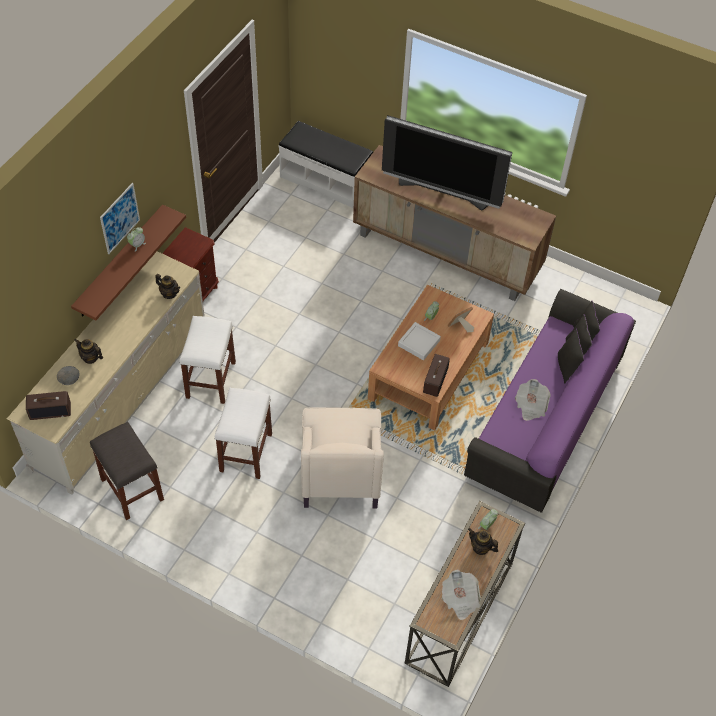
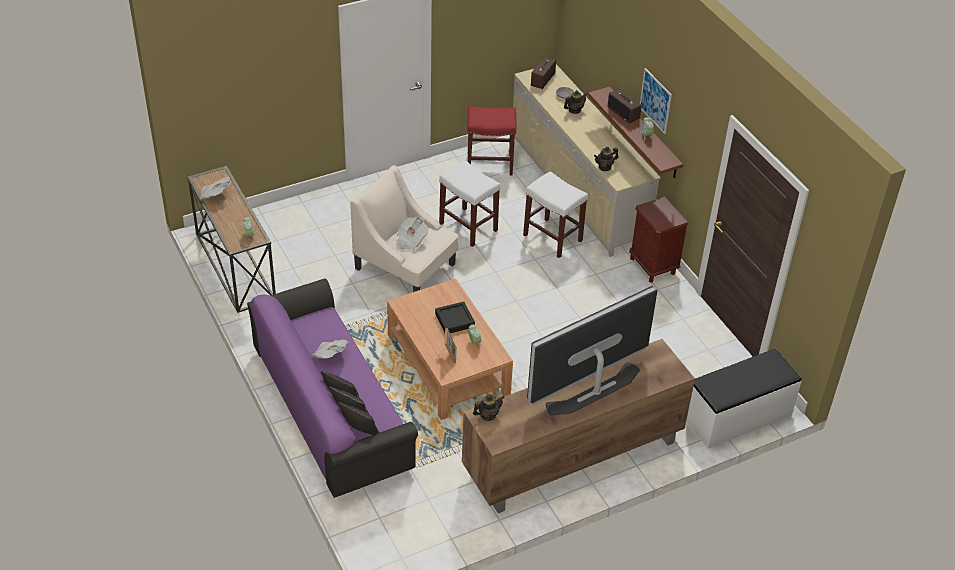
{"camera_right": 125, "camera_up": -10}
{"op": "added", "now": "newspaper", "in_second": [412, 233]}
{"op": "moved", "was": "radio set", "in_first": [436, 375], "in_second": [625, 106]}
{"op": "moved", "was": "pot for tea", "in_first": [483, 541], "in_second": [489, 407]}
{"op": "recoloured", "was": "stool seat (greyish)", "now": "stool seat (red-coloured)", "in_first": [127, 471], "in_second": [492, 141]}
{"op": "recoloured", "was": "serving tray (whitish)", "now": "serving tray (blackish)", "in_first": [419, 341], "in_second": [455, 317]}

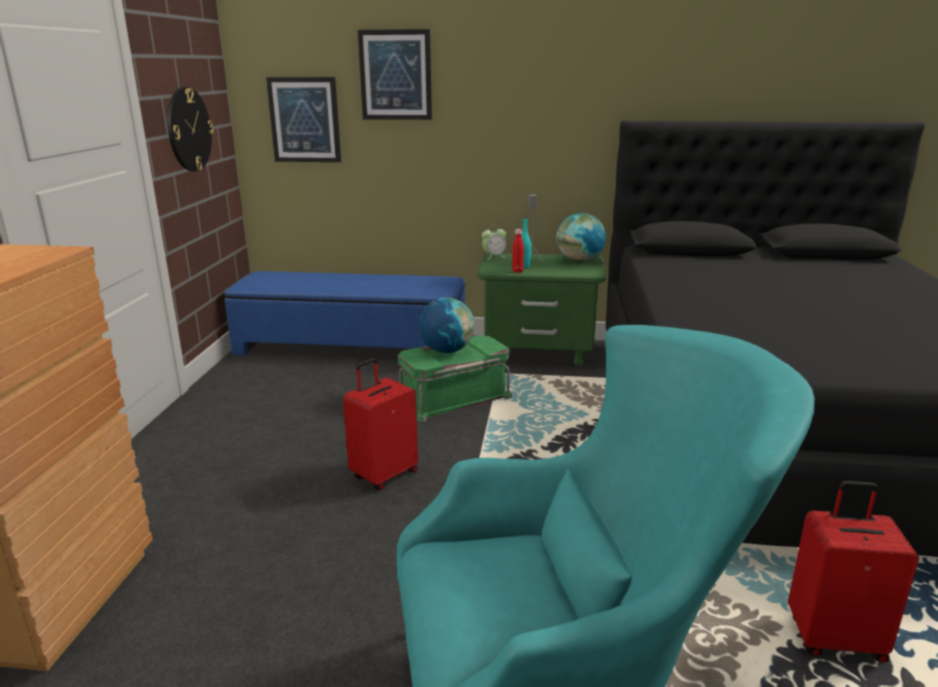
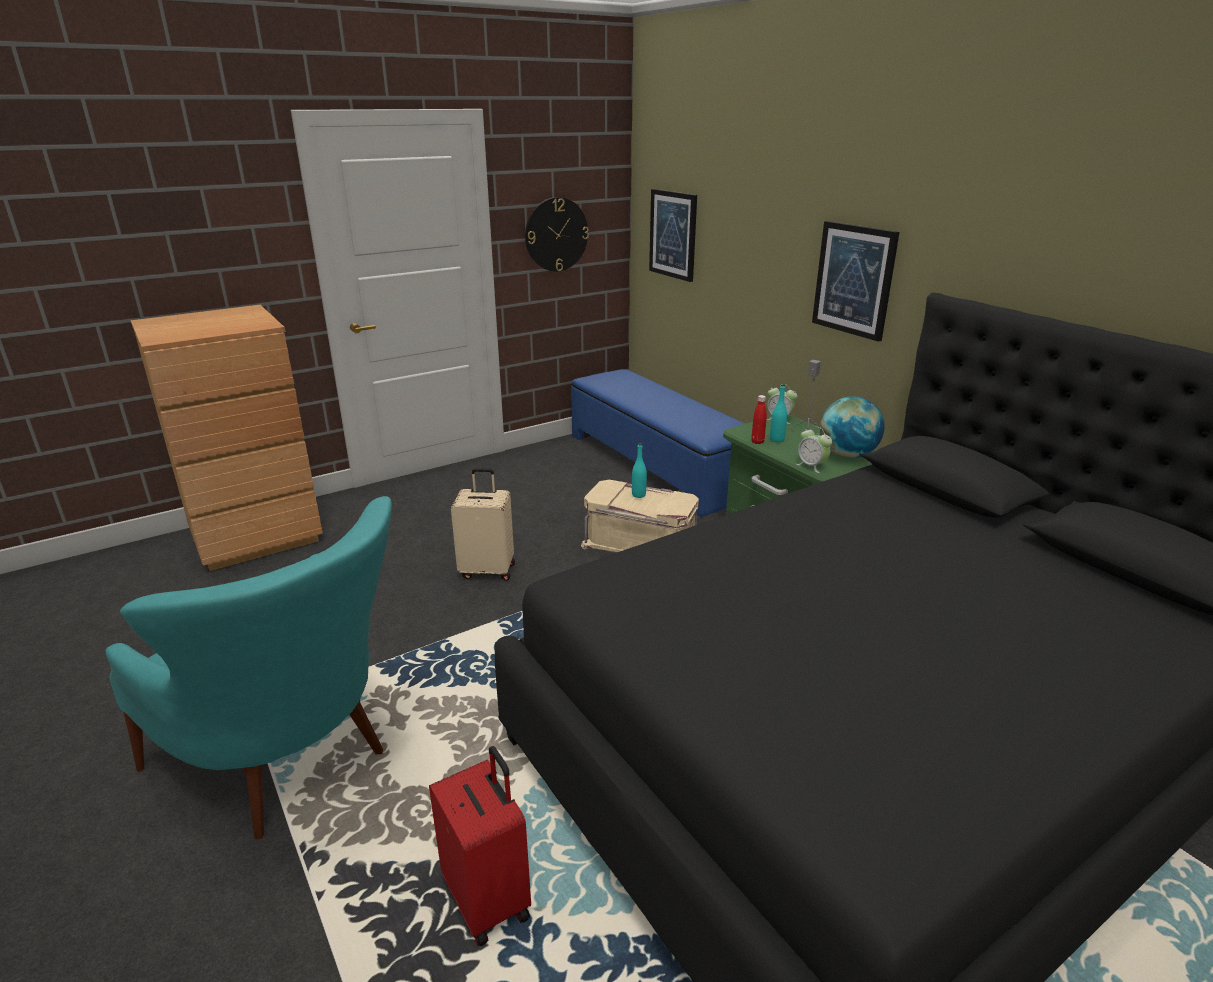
{"camera_right": 50, "camera_up": 5}
{"op": "added", "now": "table clock", "in_second": [814, 449]}
{"op": "moved", "was": "wall picture", "in_first": [395, 74], "in_second": [855, 281]}
{"op": "replaced", "was": "globe", "now": "bottle (turquoise-coloured)", "in_first": [446, 325], "in_second": [639, 470]}
{"op": "recoloured", "was": "suitcase (red-coloured)", "now": "suitcase (beige)", "in_first": [380, 424], "in_second": [483, 524]}
{"op": "recoloured", "was": "storage container (greenish)", "now": "storage container (beige)", "in_first": [455, 378], "in_second": [640, 516]}

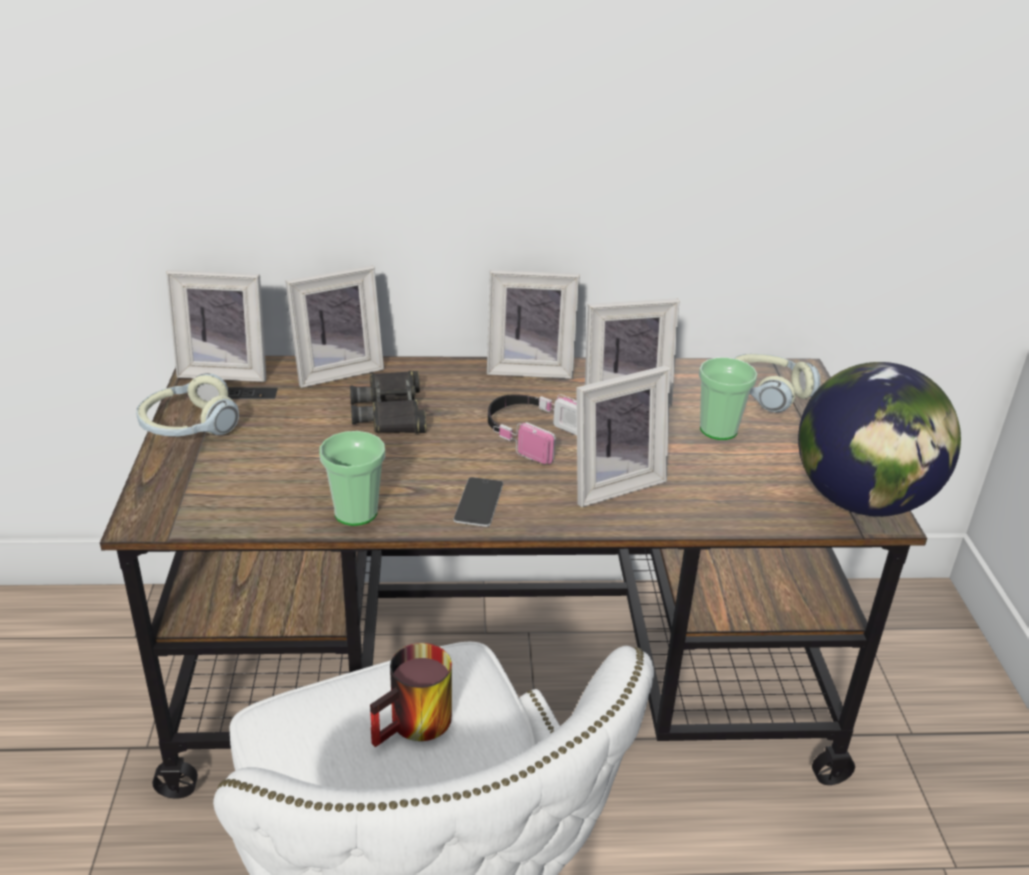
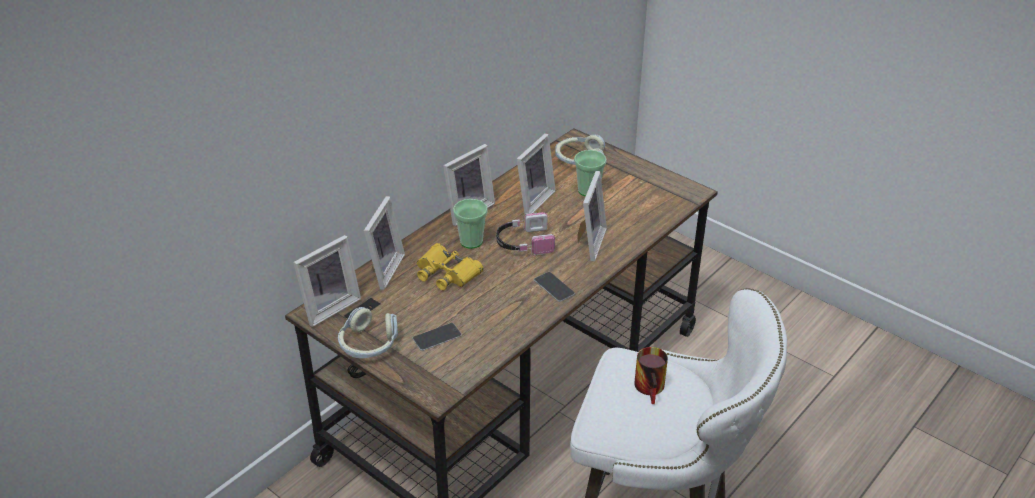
{"camera_right": -45, "camera_up": 5}
{"op": "removed", "was": "globe", "in_first": [879, 439]}
{"op": "added", "now": "telephone", "in_second": [437, 337]}
{"op": "moved", "was": "cup", "in_first": [352, 478], "in_second": [470, 224]}
{"op": "recoloured", "was": "field glasses (blackish)", "now": "field glasses (yellow)", "in_first": [388, 402], "in_second": [450, 266]}

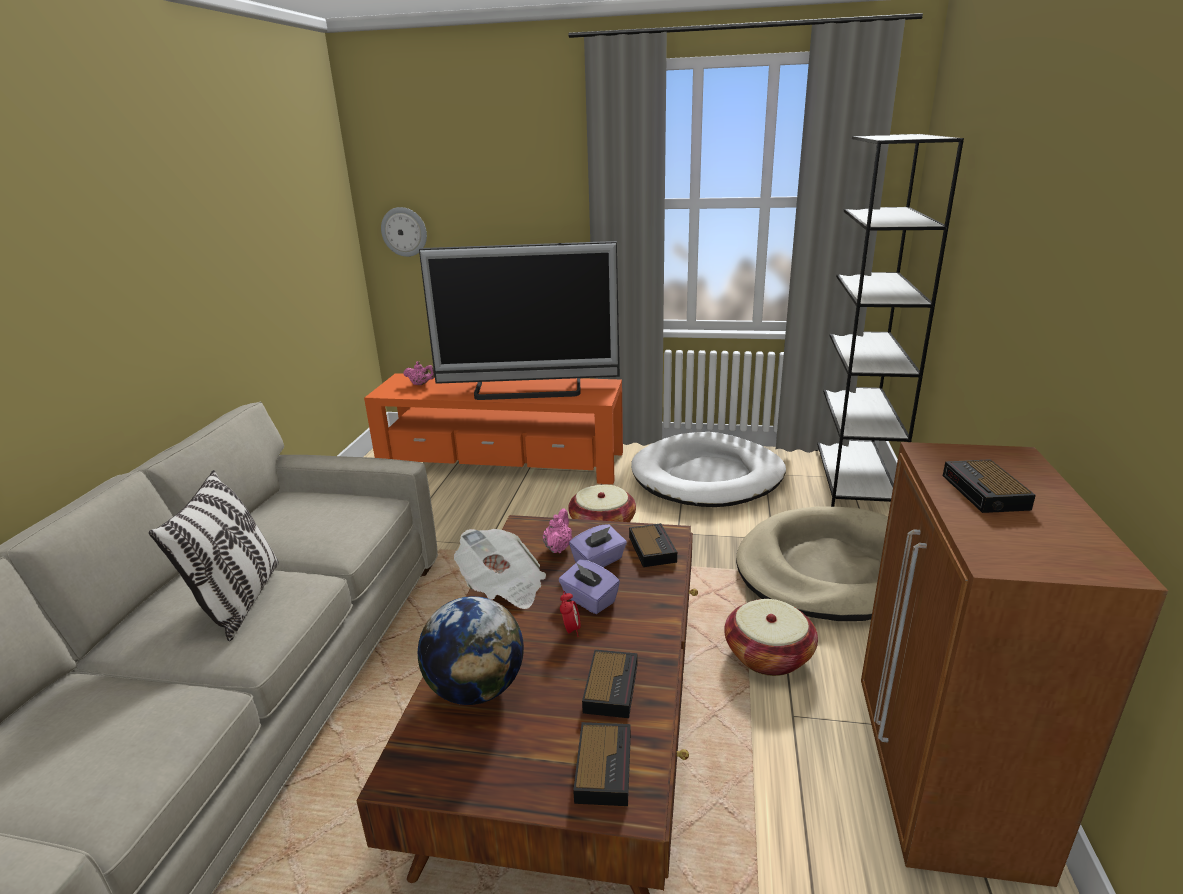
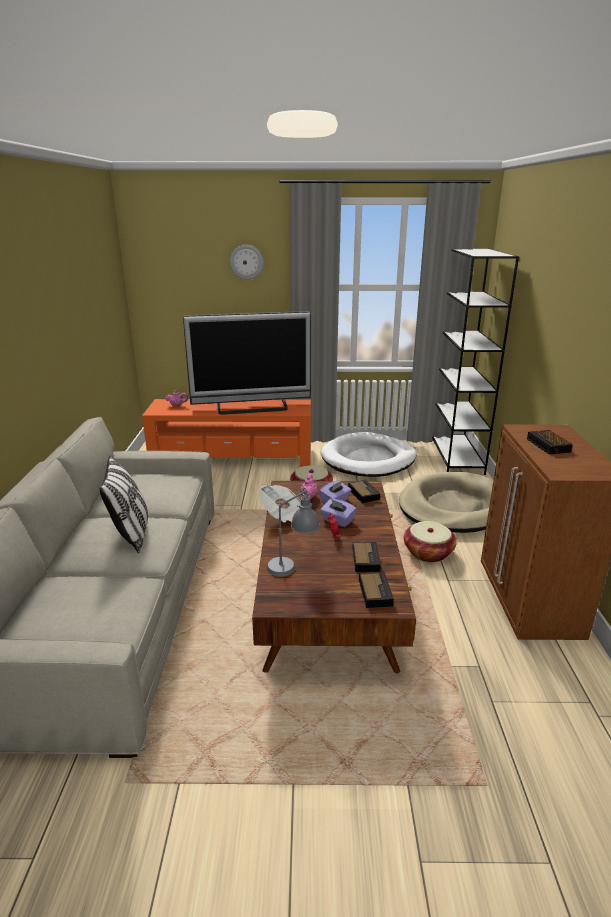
{"camera_right": -10, "camera_up": 0}
{"op": "moved", "was": "clock on the wall", "in_first": [404, 232], "in_second": [246, 262]}
{"op": "replaced", "was": "globe", "now": "table lamp (greyish)", "in_first": [471, 650], "in_second": [293, 532]}

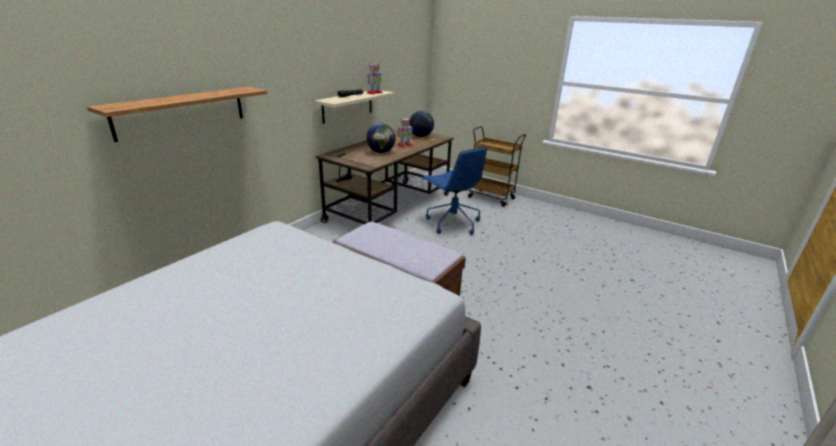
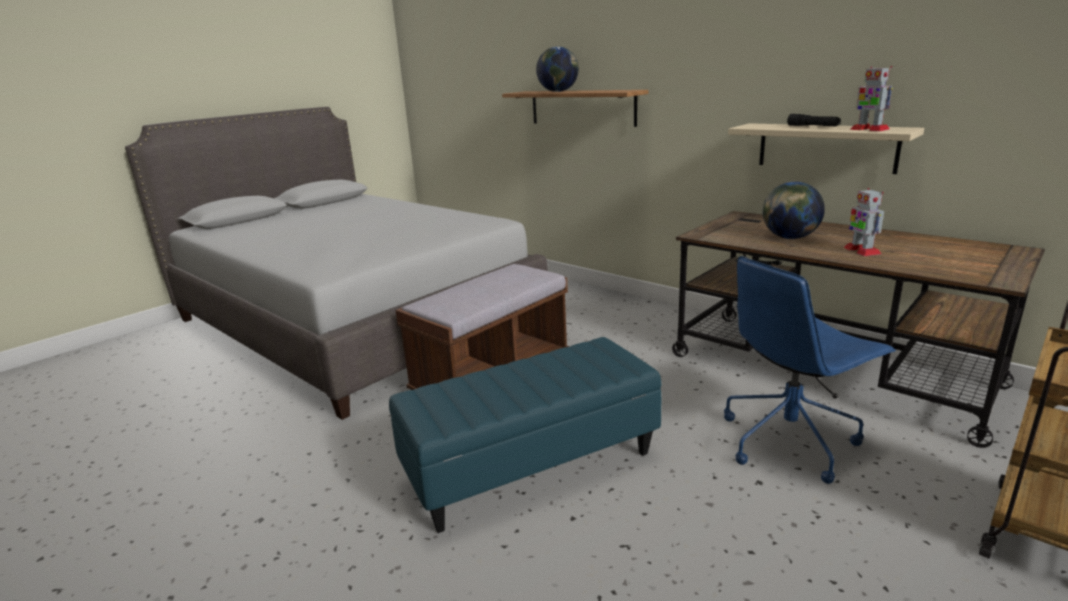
{"camera_right": 100, "camera_up": -5}
{"op": "added", "now": "pouffe (blue)", "in_second": [525, 435]}
{"op": "moved", "was": "globe", "in_first": [421, 124], "in_second": [557, 69]}

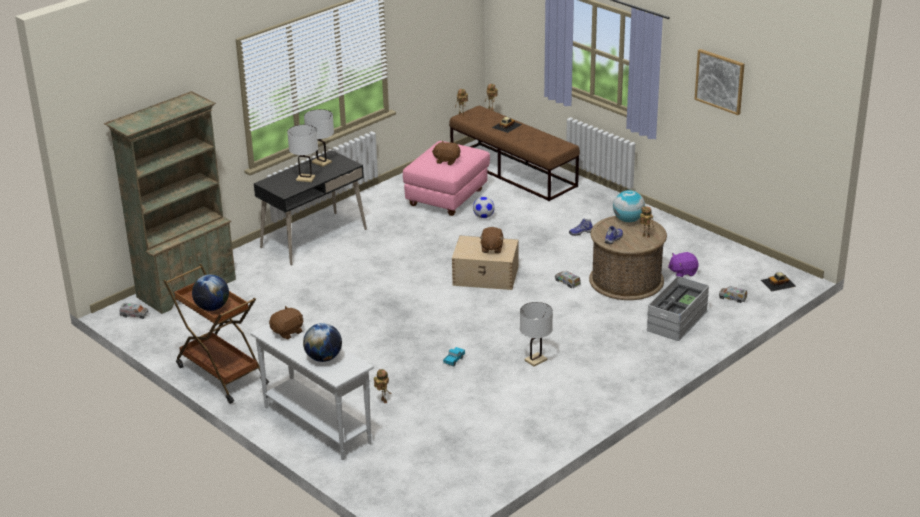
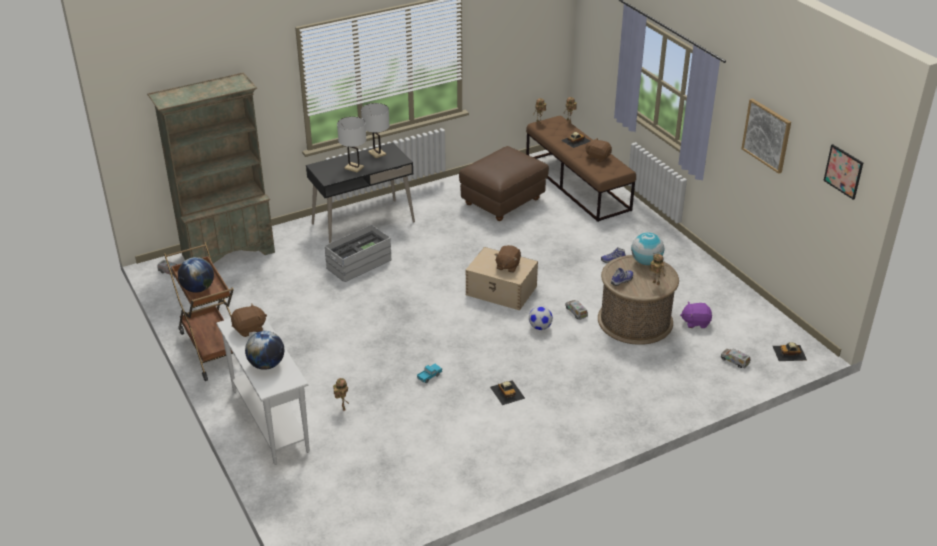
{"camera_right": 15, "camera_up": 5}
{"op": "added", "now": "wall picture", "in_second": [843, 172]}
{"op": "moved", "was": "cuddly toy (brown)", "in_first": [446, 153], "in_second": [598, 150]}
{"op": "moved", "was": "football ball", "in_first": [484, 207], "in_second": [541, 318]}
{"op": "moved", "was": "storage container (greyish)", "in_first": [678, 308], "in_second": [358, 253]}
{"op": "replaced", "was": "table lamp (whitish)", "now": "model car", "in_first": [536, 334], "in_second": [507, 392]}
{"op": "recoloured", "was": "pouffe (pink-coloured)", "now": "pouffe (brown)", "in_first": [446, 178], "in_second": [504, 183]}

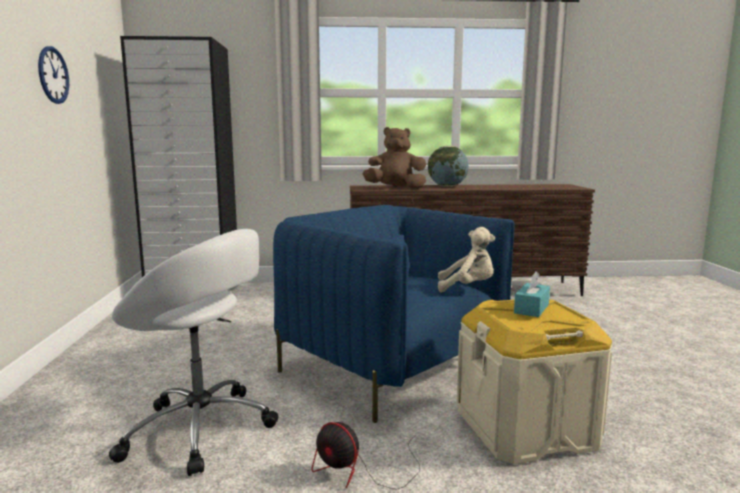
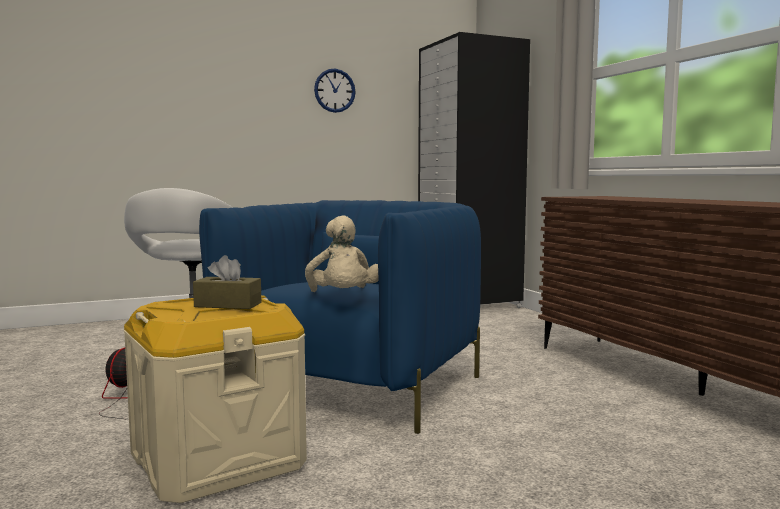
{"camera_right": 70, "camera_up": -5}
{"op": "removed", "was": "cuddly toy (brown)", "in_first": [394, 157]}
{"op": "removed", "was": "globe", "in_first": [448, 166]}
{"op": "recoloured", "was": "tissue box (turquoise-coloured)", "now": "tissue box (brown)", "in_first": [532, 294], "in_second": [227, 282]}

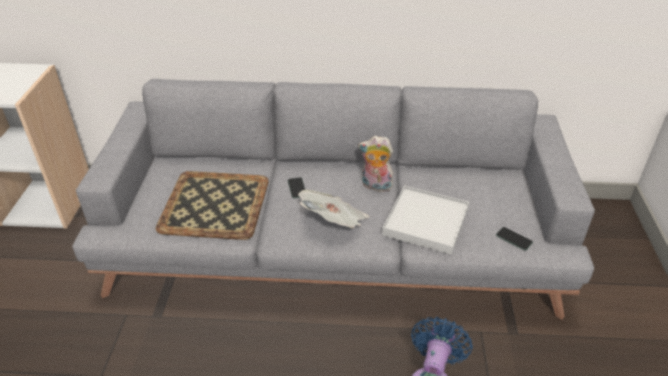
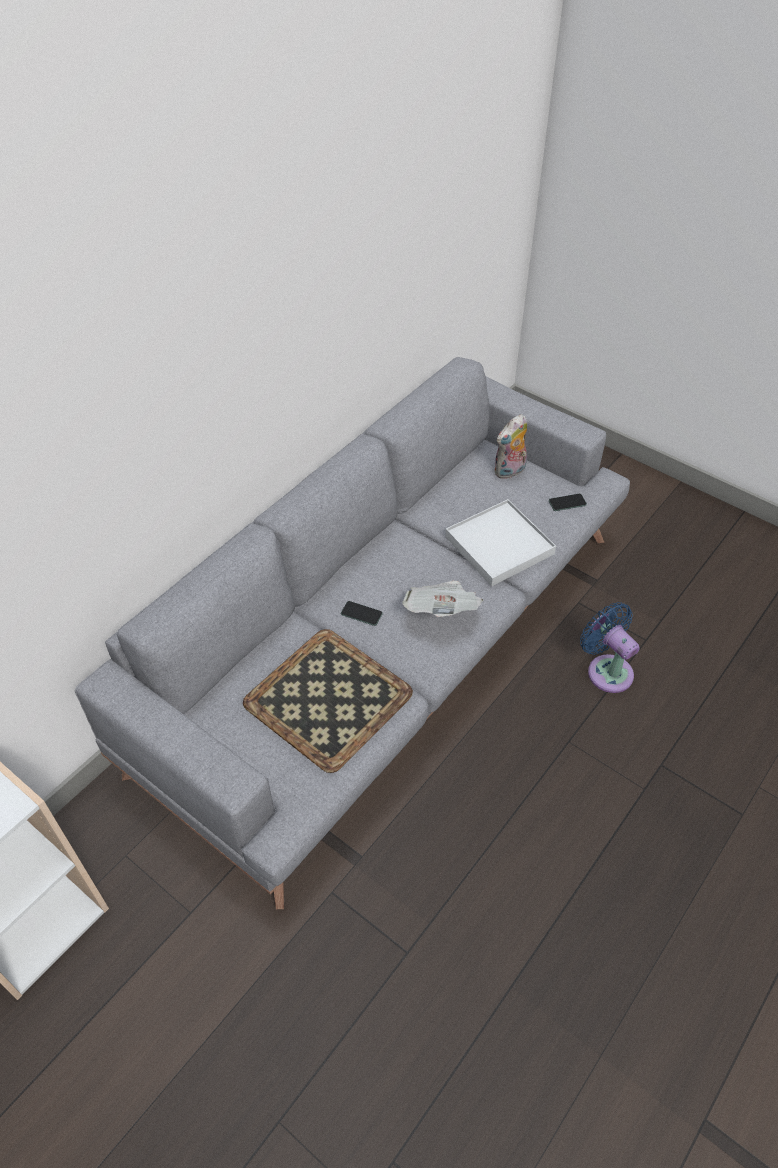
{"camera_right": -55, "camera_up": 10}
{"op": "moved", "was": "cuddly toy", "in_first": [375, 165], "in_second": [510, 446]}

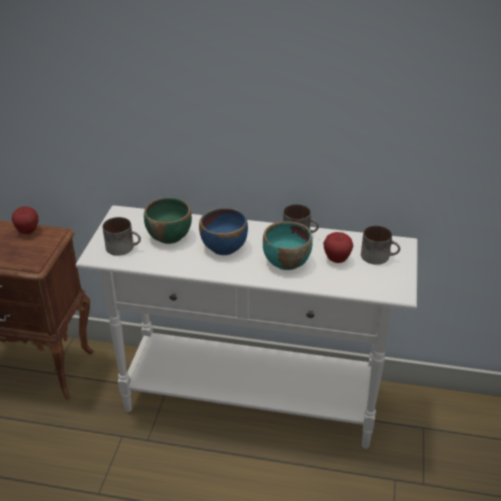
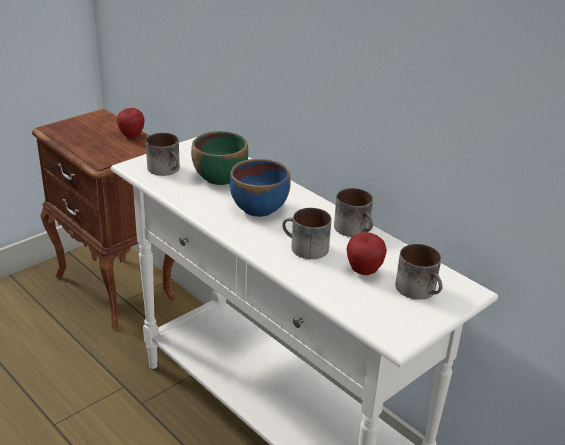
{"camera_right": 35, "camera_up": -5}
{"op": "replaced", "was": "bowl (turquoise-coloured)", "now": "coffee mug", "in_first": [288, 245], "in_second": [306, 233]}

